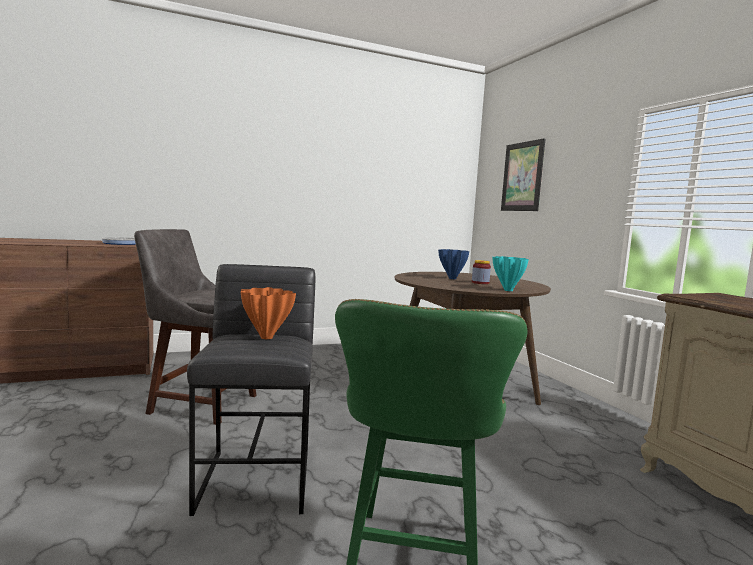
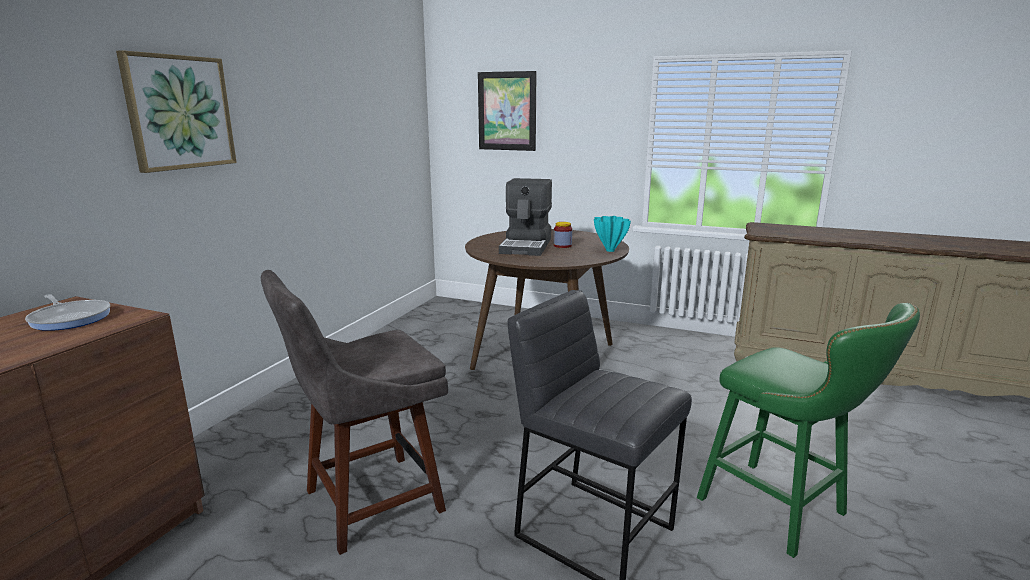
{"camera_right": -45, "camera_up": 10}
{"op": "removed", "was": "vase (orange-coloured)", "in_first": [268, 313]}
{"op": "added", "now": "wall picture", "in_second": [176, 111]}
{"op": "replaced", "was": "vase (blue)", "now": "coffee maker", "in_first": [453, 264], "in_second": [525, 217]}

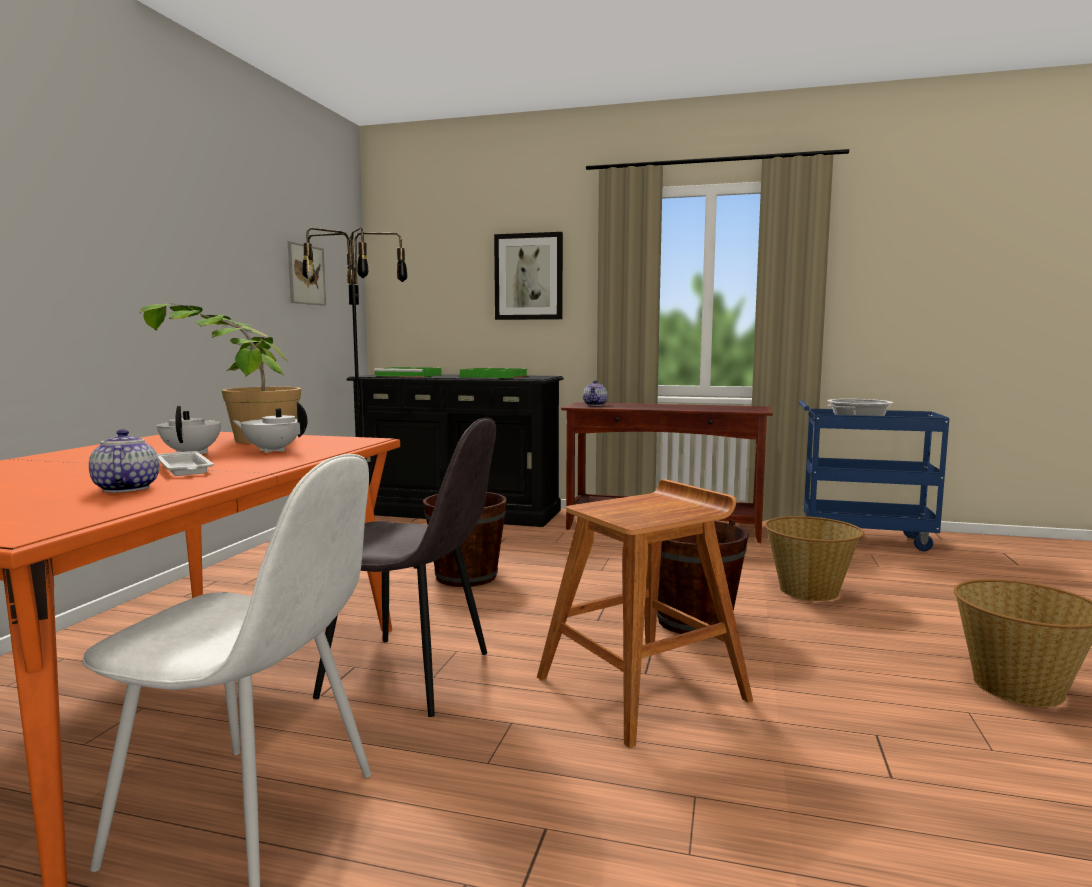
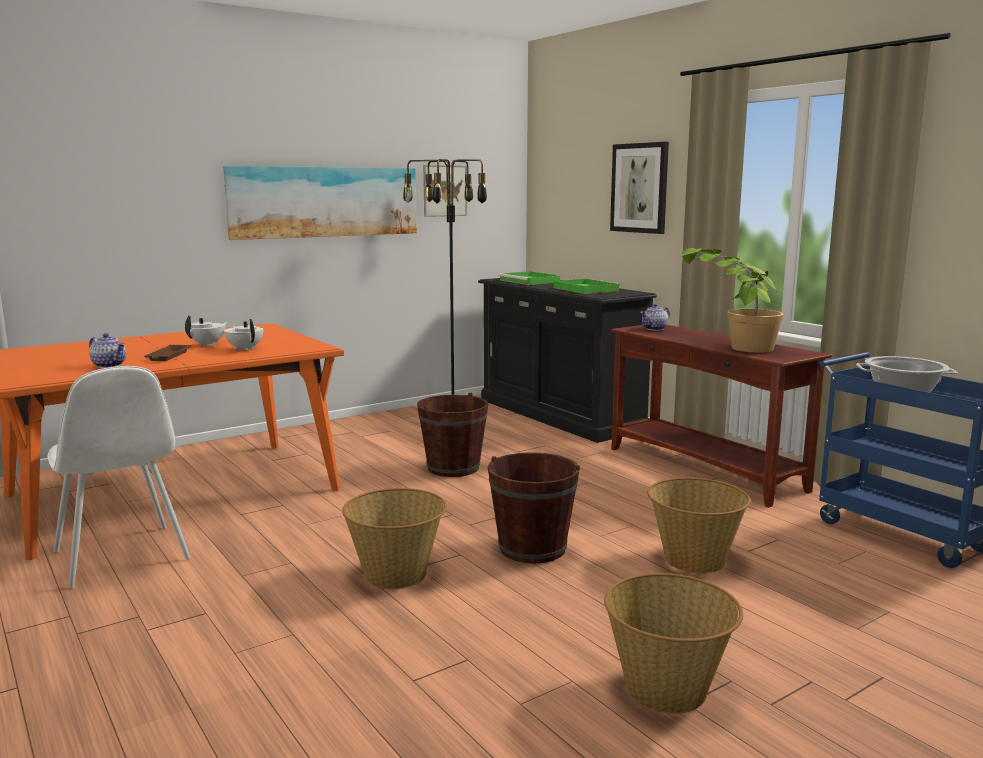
{"camera_right": 40, "camera_up": 5}
{"op": "removed", "was": "upright chair (greyish)", "in_first": [404, 567]}
{"op": "added", "now": "wall picture", "in_second": [320, 203]}
{"op": "moved", "was": "potted plant", "in_first": [220, 373], "in_second": [733, 300]}
{"op": "replaced", "was": "stool seat (brown)", "now": "storage basket", "in_first": [645, 613], "in_second": [394, 538]}
{"op": "recoloured", "was": "serving tray (whitish)", "now": "serving tray (brown)", "in_first": [185, 463], "in_second": [168, 353]}
{"op": "turned", "was": "pot for tea", "in_first": [124, 461], "in_second": [107, 350], "clockwise": 105}

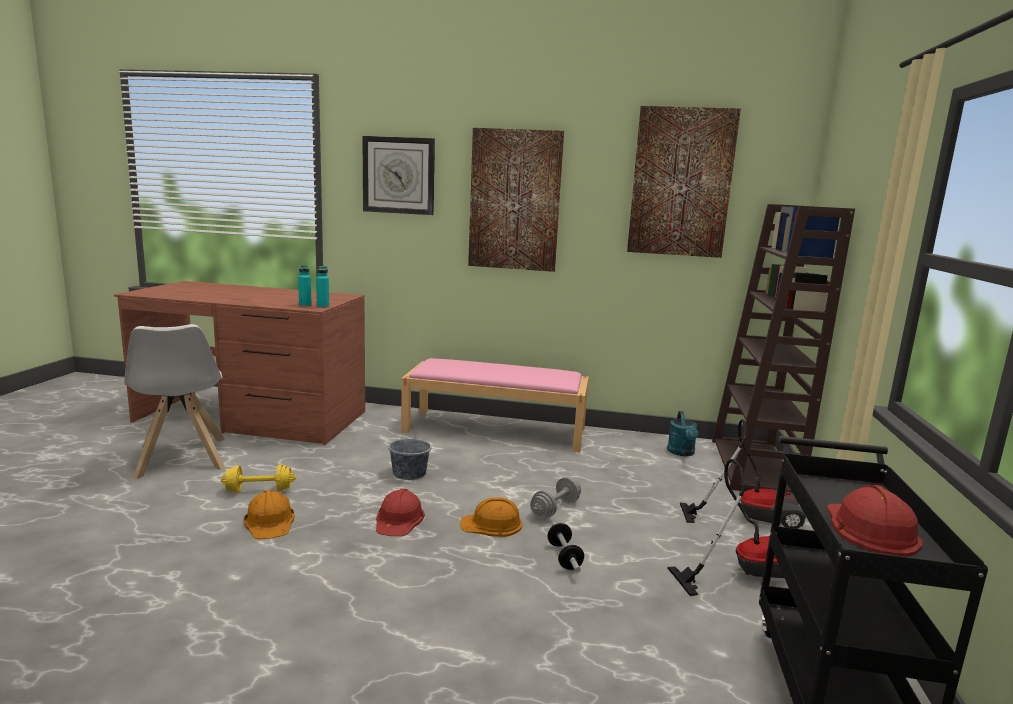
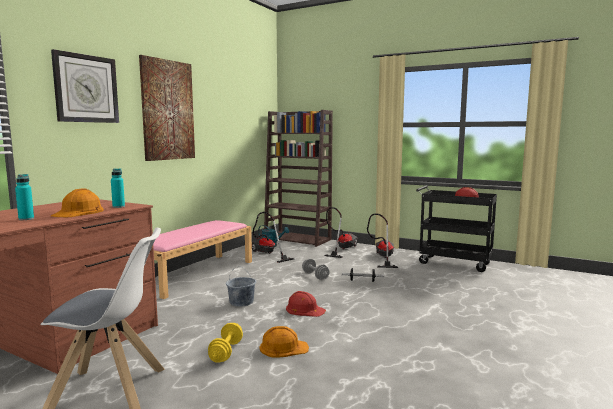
{"camera_right": -70, "camera_up": -5}
{"op": "removed", "was": "wall picture", "in_first": [684, 182]}
{"op": "added", "now": "vacuum cleaner", "in_second": [273, 237]}
{"op": "moved", "was": "bottle (turquoise-coloured)", "in_first": [322, 287], "in_second": [24, 197]}
{"op": "moved", "was": "safety helmet (orange-coloured)", "in_first": [491, 517], "in_second": [77, 202]}

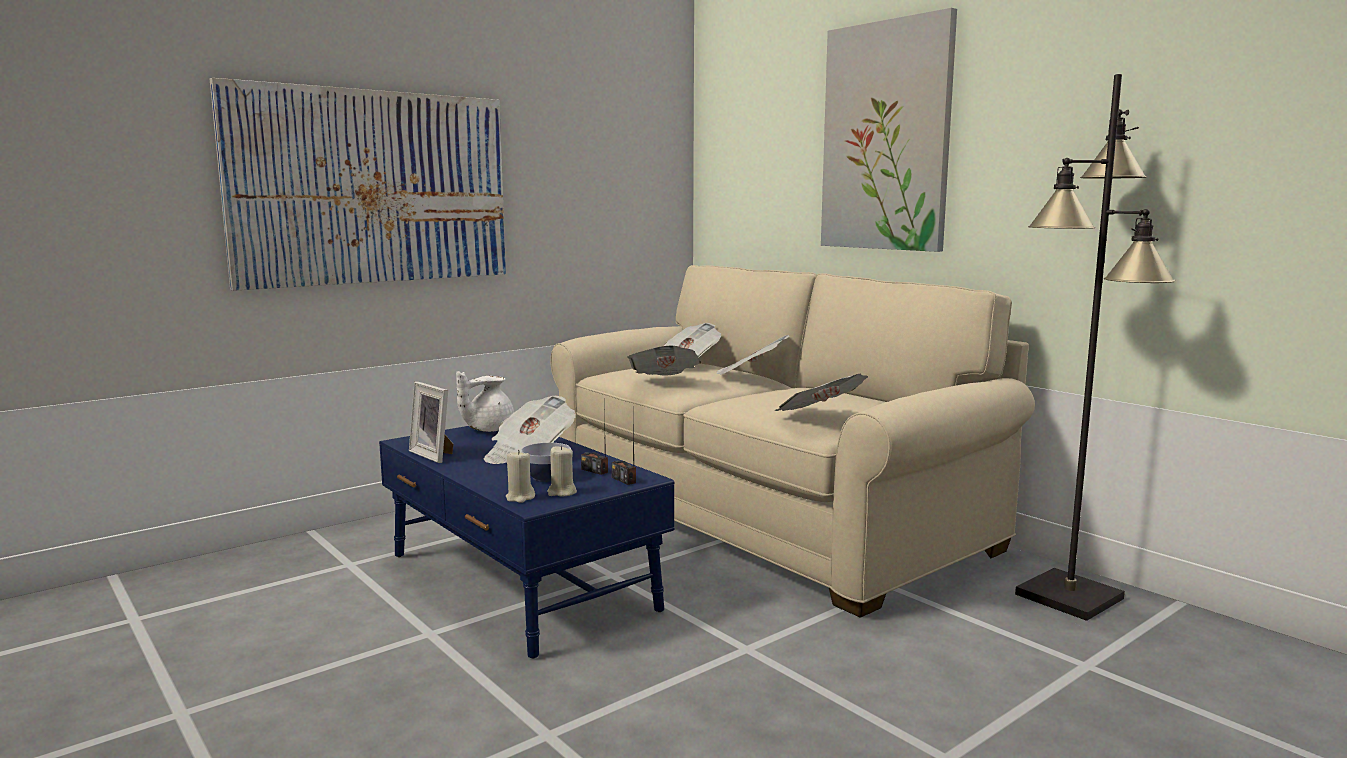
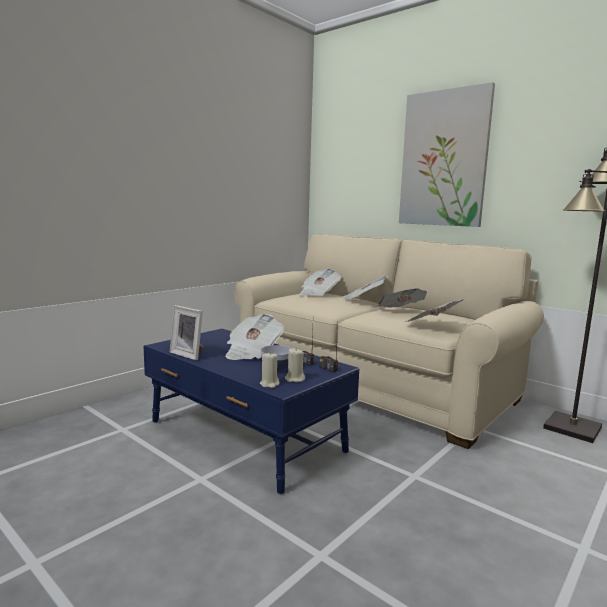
{"camera_right": -10, "camera_up": 0}
{"op": "removed", "was": "wall picture", "in_first": [358, 184]}
{"op": "removed", "was": "pot for tea (whitish)", "in_first": [485, 401]}
{"op": "moved", "was": "newspaper", "in_first": [664, 360], "in_second": [402, 297]}

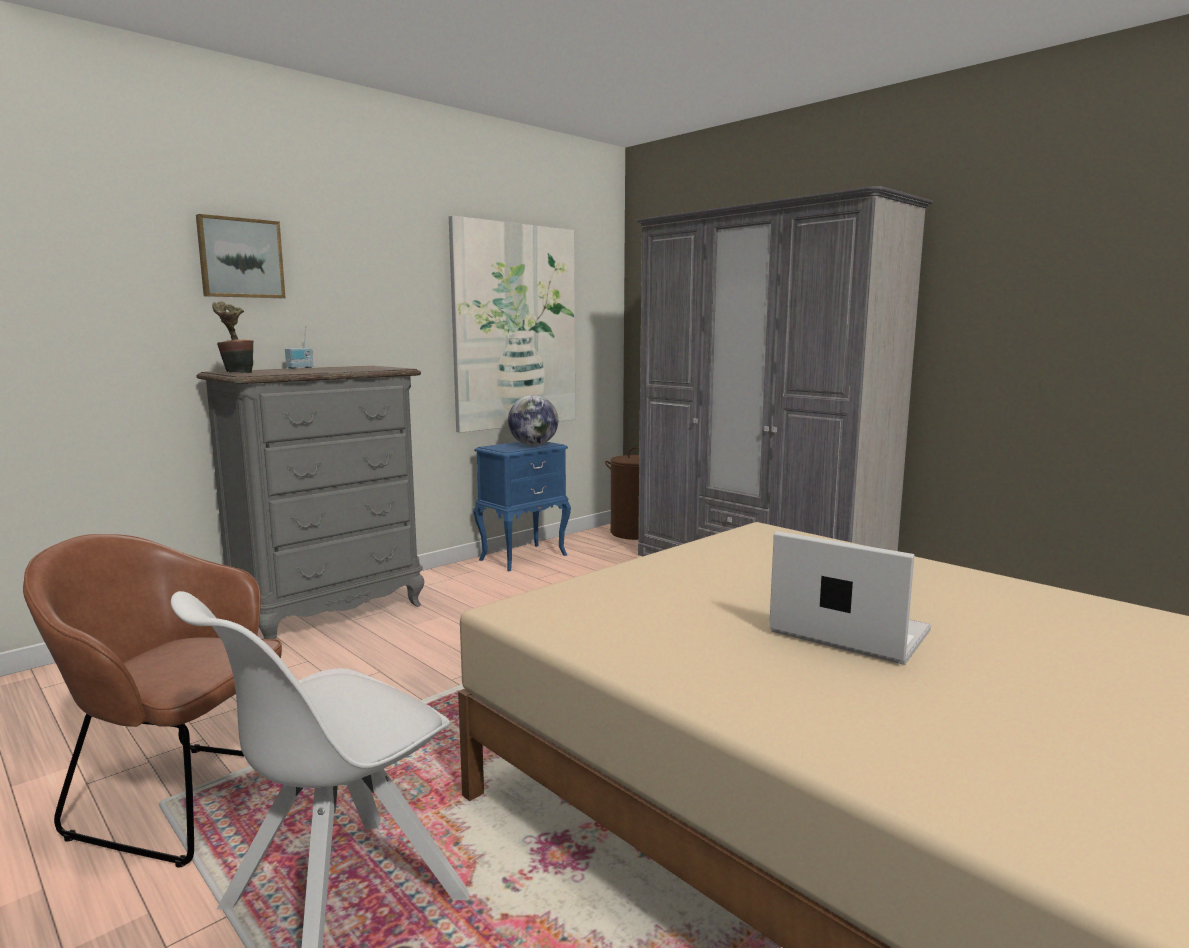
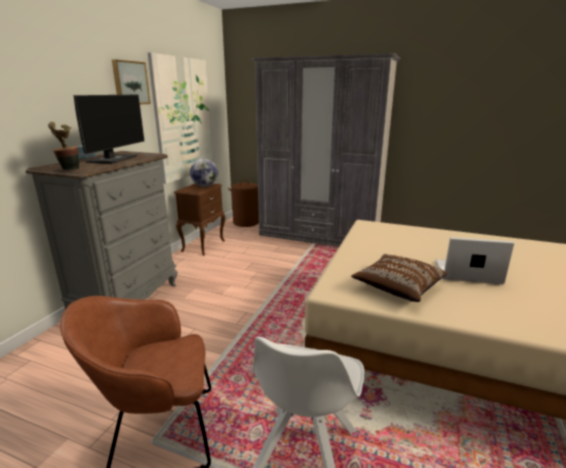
{"camera_right": -25, "camera_up": 10}
{"op": "added", "now": "monitor", "in_second": [109, 129]}
{"op": "added", "now": "cushion (brown)", "in_second": [399, 278]}
{"op": "moved", "was": "wall picture", "in_first": [240, 256], "in_second": [131, 82]}
{"op": "recoloured", "was": "bedside table (blue)", "now": "bedside table (brown)", "in_first": [522, 506], "in_second": [199, 219]}

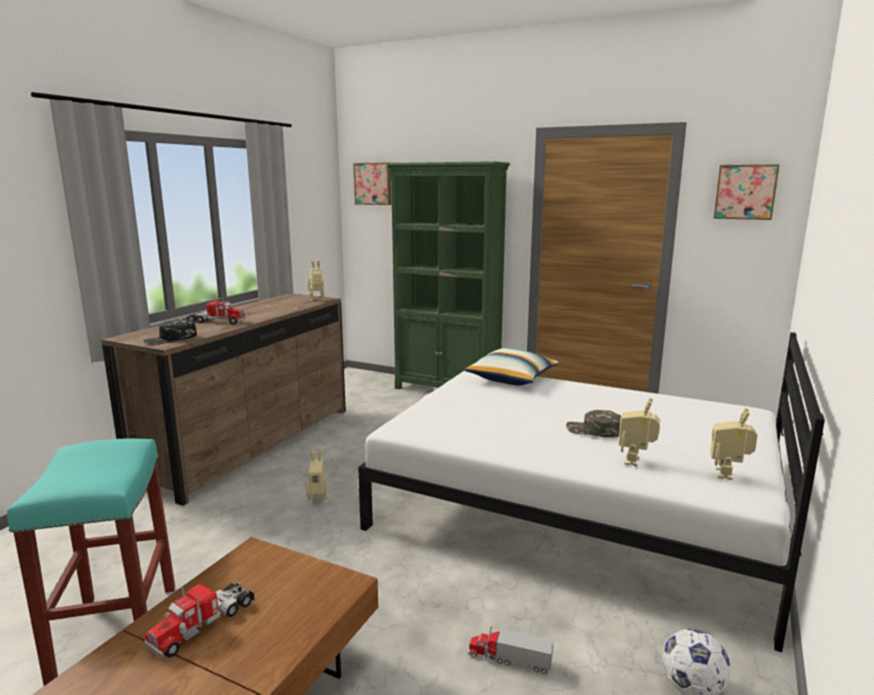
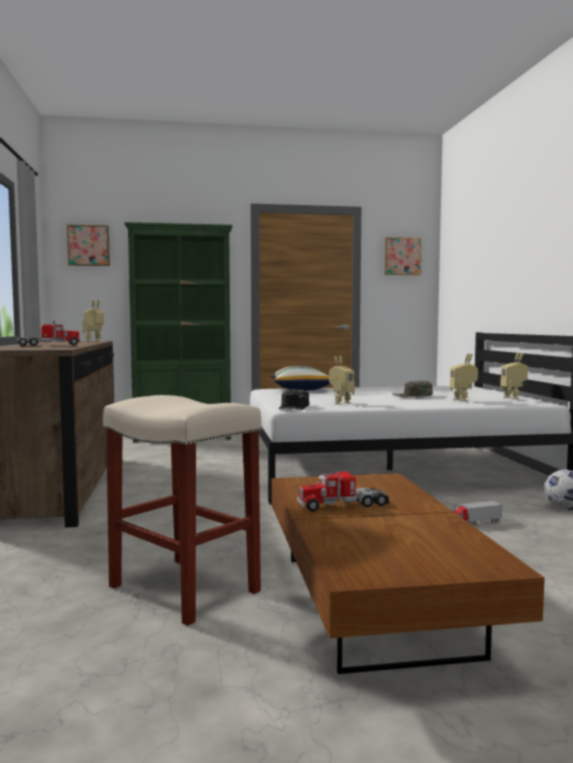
{"camera_right": -35, "camera_up": -10}
{"op": "moved", "was": "baseball cap (blackish)", "in_first": [170, 332], "in_second": [293, 399]}
{"op": "moved", "was": "robot figure", "in_first": [316, 476], "in_second": [342, 380]}
{"op": "recoloured", "was": "stool seat (turquoise-coloured)", "now": "stool seat (beige)", "in_first": [91, 562], "in_second": [182, 510]}
{"op": "turned", "was": "toy lorry", "in_first": [199, 620], "in_second": [343, 489], "clockwise": 75}

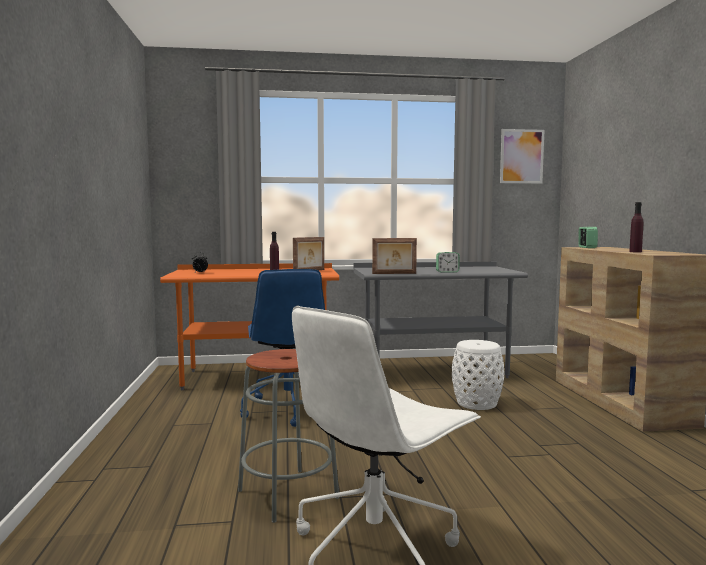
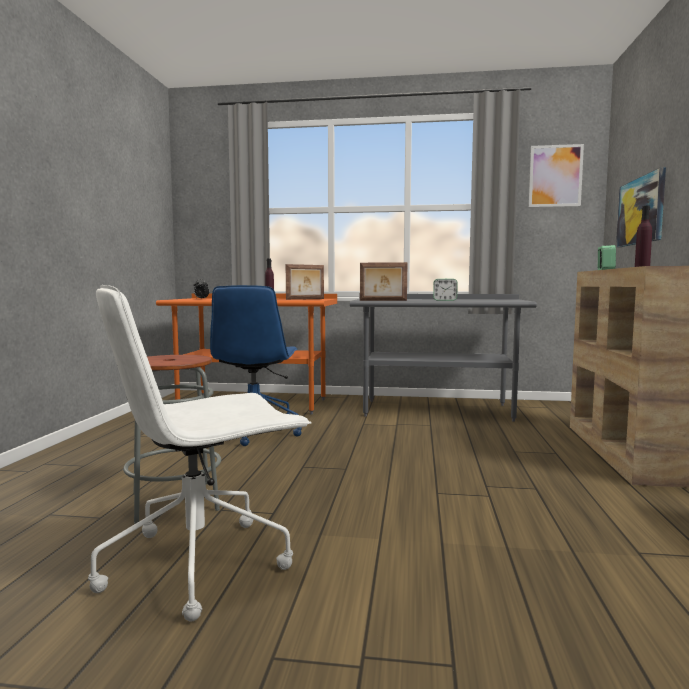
{"camera_right": 15, "camera_up": 0}
{"op": "removed", "was": "stool seat (whitish)", "in_first": [478, 375]}
{"op": "added", "now": "wall picture", "in_second": [641, 207]}

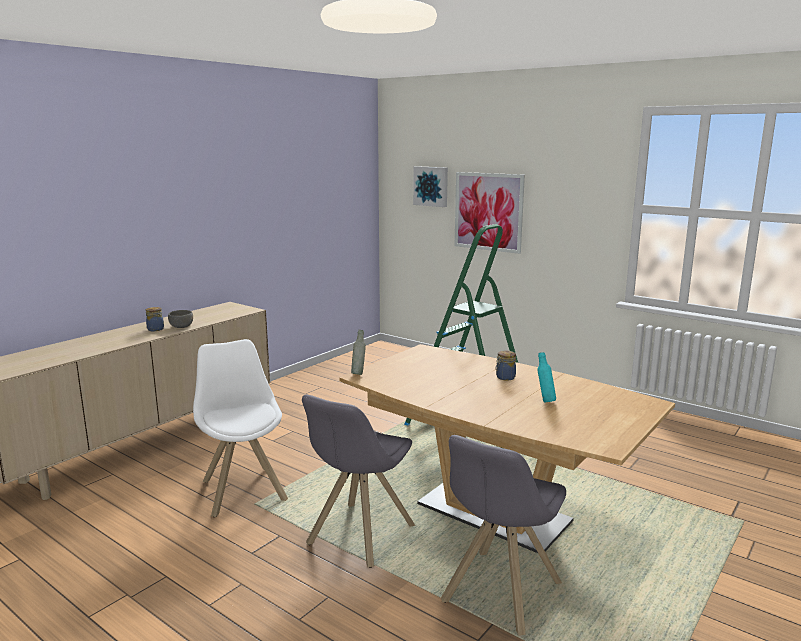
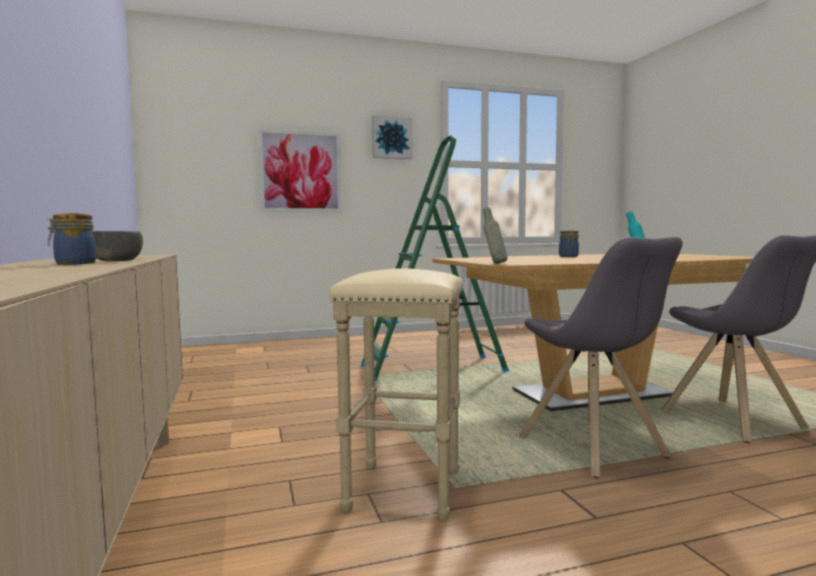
{"camera_right": -55, "camera_up": -10}
{"op": "moved", "was": "wall picture", "in_first": [430, 186], "in_second": [392, 137]}
{"op": "replaced", "was": "upright chair (whitish)", "now": "stool seat (beige)", "in_first": [240, 428], "in_second": [396, 395]}

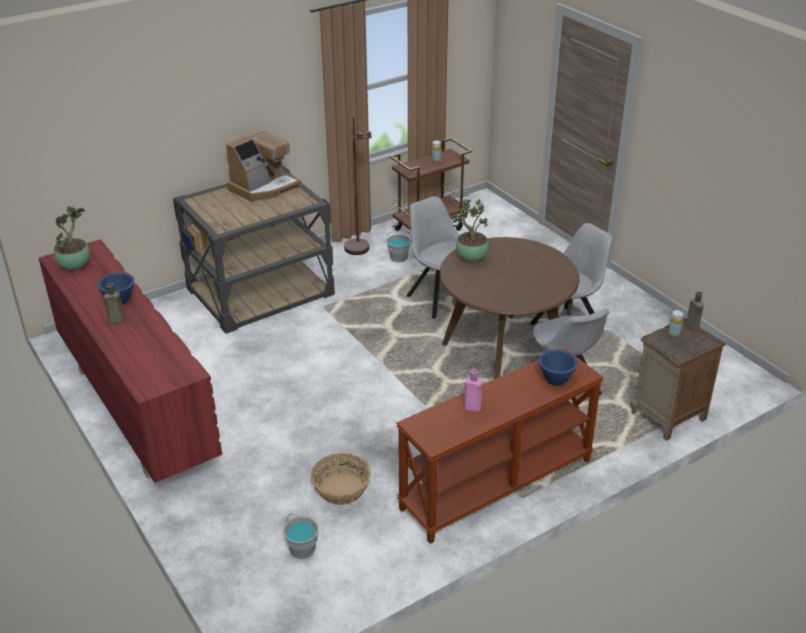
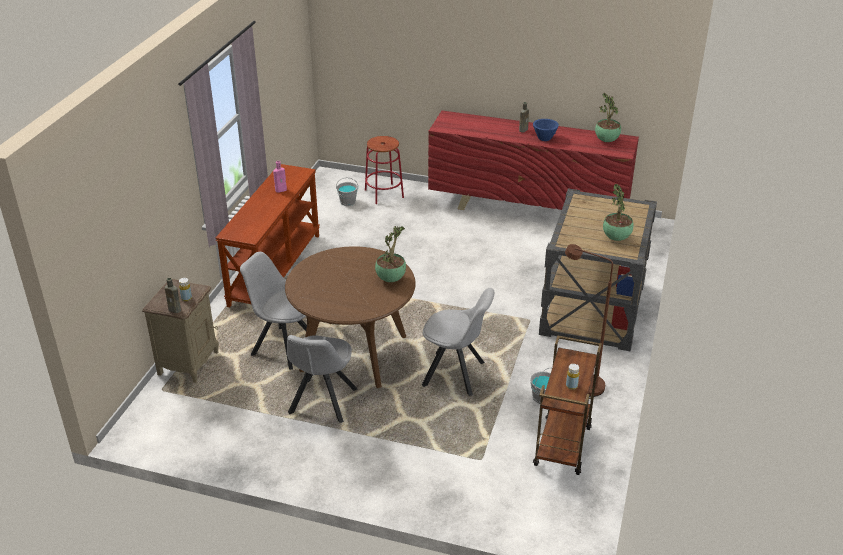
{"camera_right": 140, "camera_up": 0}
{"op": "removed", "was": "storage basket", "in_first": [341, 479]}
{"op": "removed", "was": "bowl (blue)", "in_first": [558, 367]}
{"op": "added", "now": "stool seat (red-coloured)", "in_second": [384, 170]}
{"op": "replaced", "was": "coffee maker", "now": "potted plant", "in_first": [263, 166], "in_second": [618, 212]}

